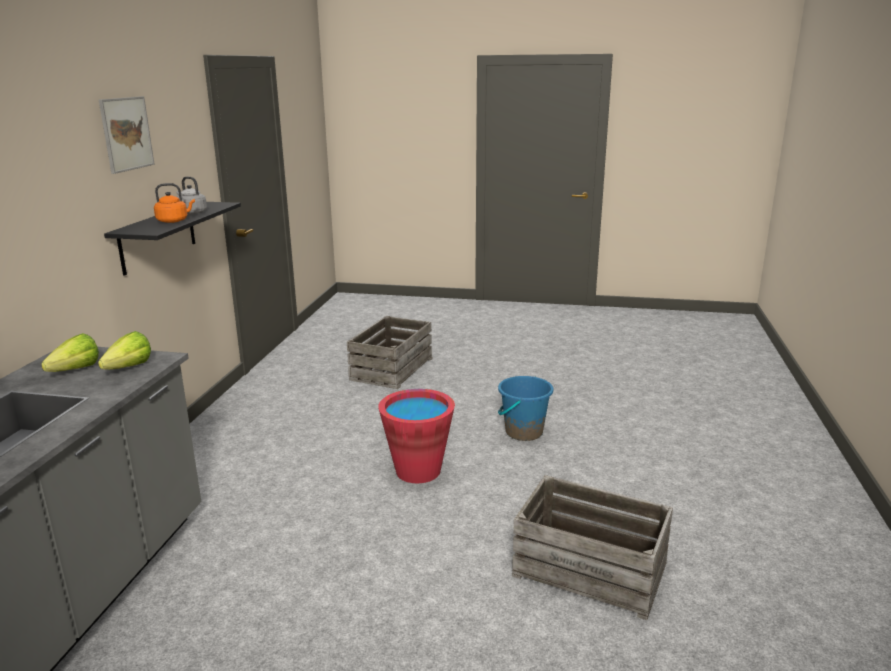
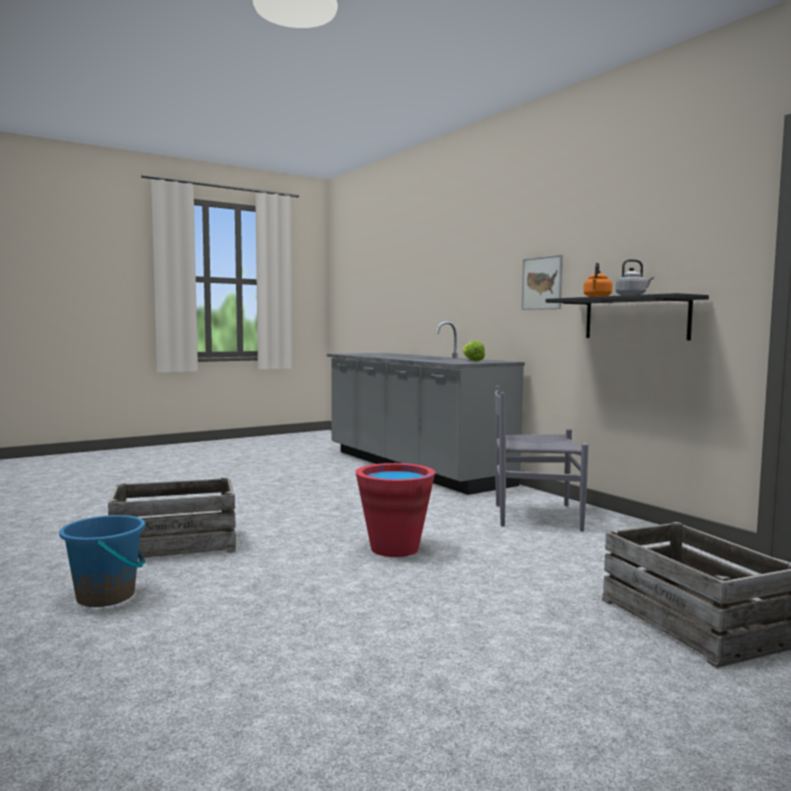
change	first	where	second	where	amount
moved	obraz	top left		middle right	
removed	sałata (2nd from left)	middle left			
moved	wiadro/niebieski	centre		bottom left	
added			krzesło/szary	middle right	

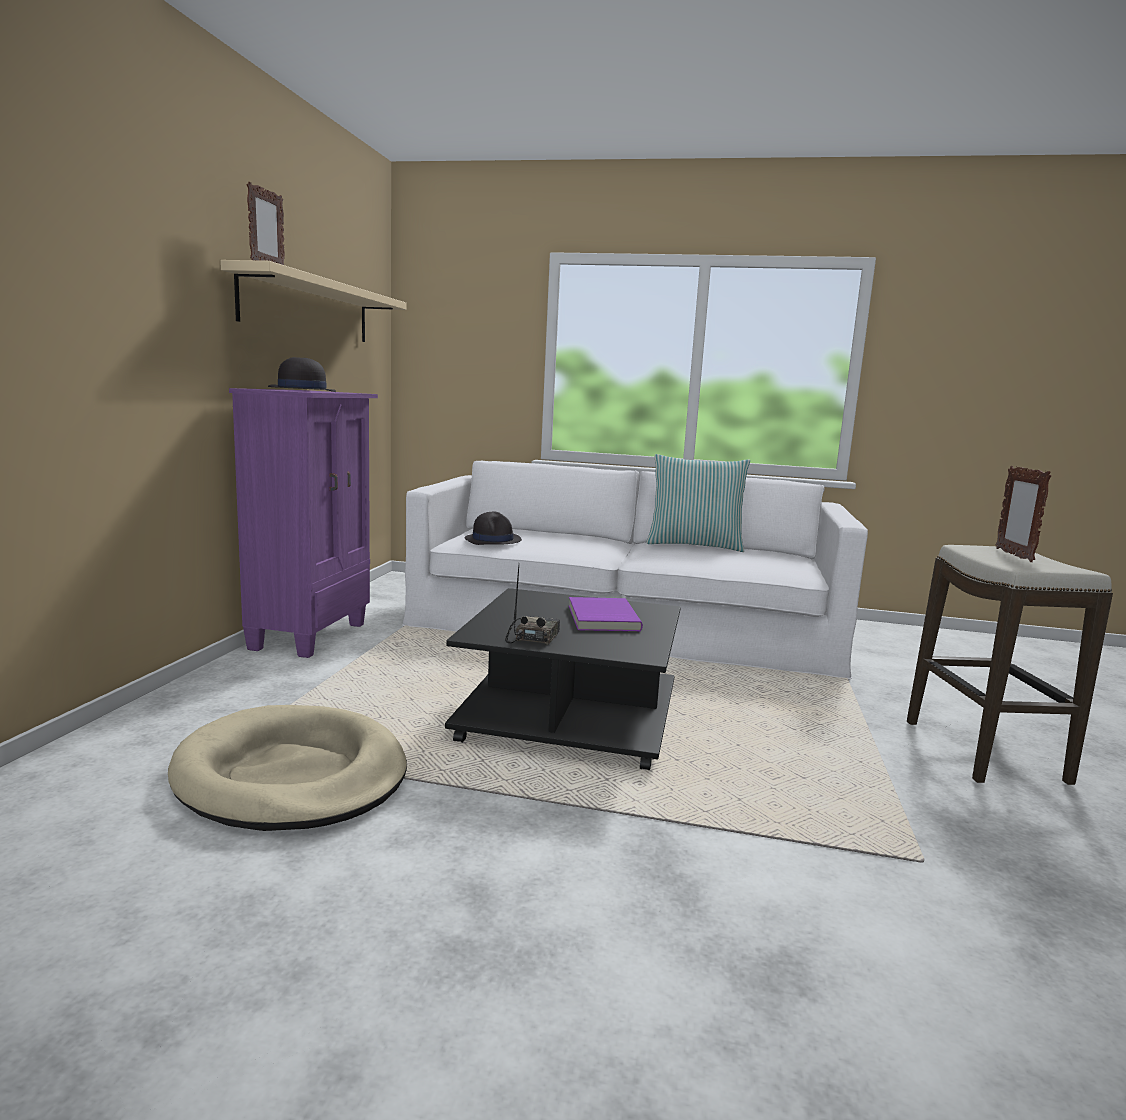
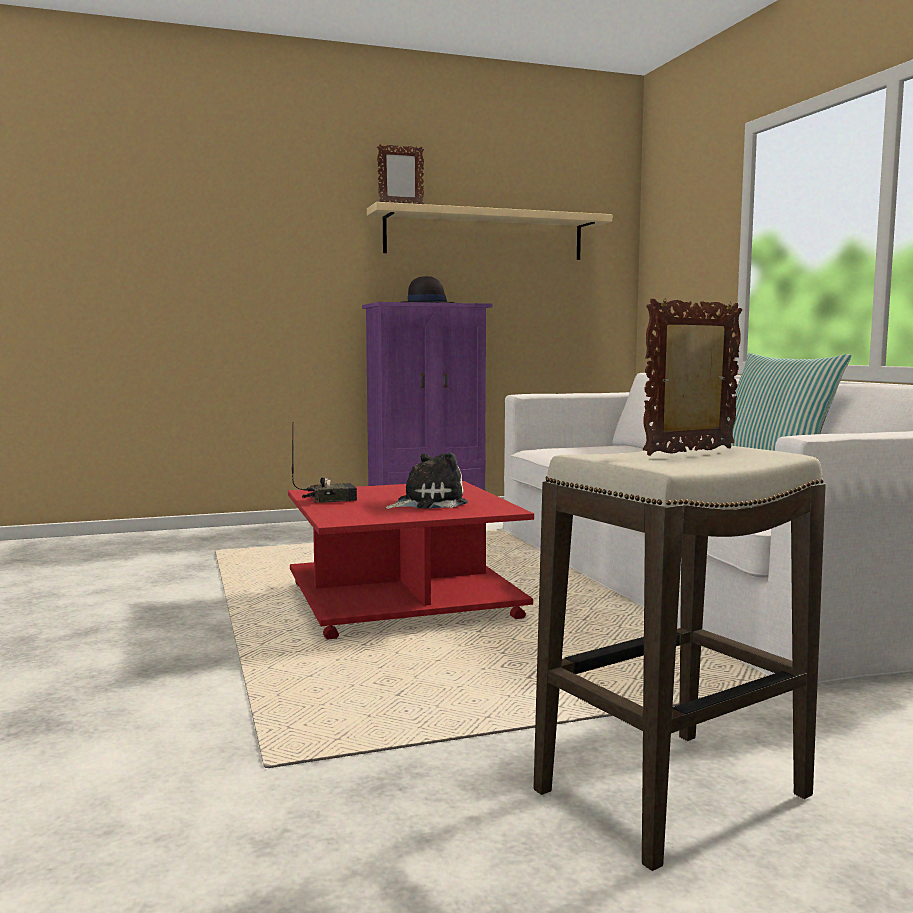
change	first	where	second	where	amount
removed	kapelusz/czarny (2nd from left)	centre			
recoloured	ława/czarny	centre	ława/czerwony	centre	
replaced	książka/fioletowy	centre	pluszak	centre	
removed	legowisko/beżowy	bottom left			

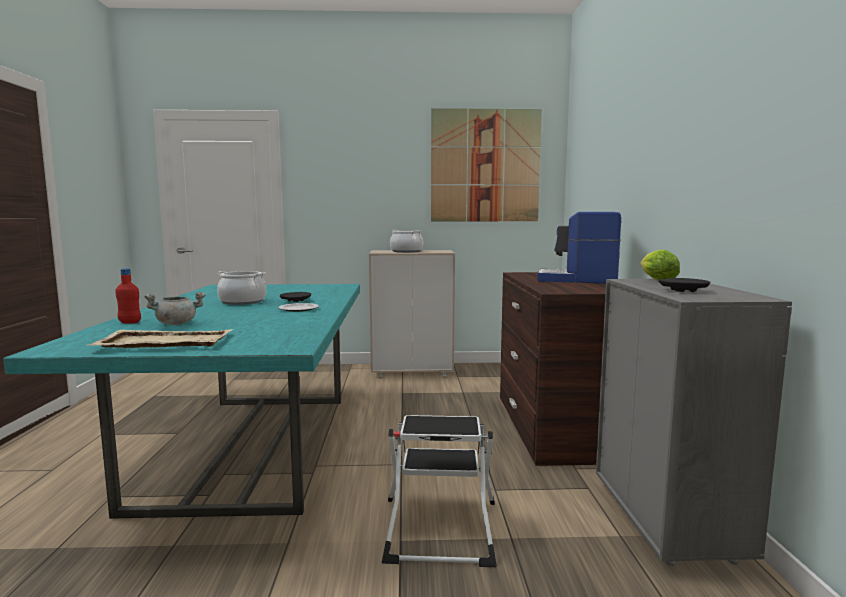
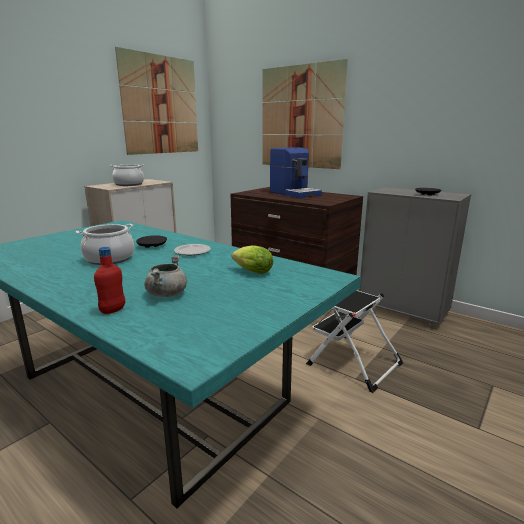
change	first	where	second	where	amount
turned	ekspres do kawy	middle right		top centre	90 degrees counterclockwise
moved	sałata	middle right		centre	
removed	taca/beżowy	middle left			
added			obraz (2nd from left)	top centre	

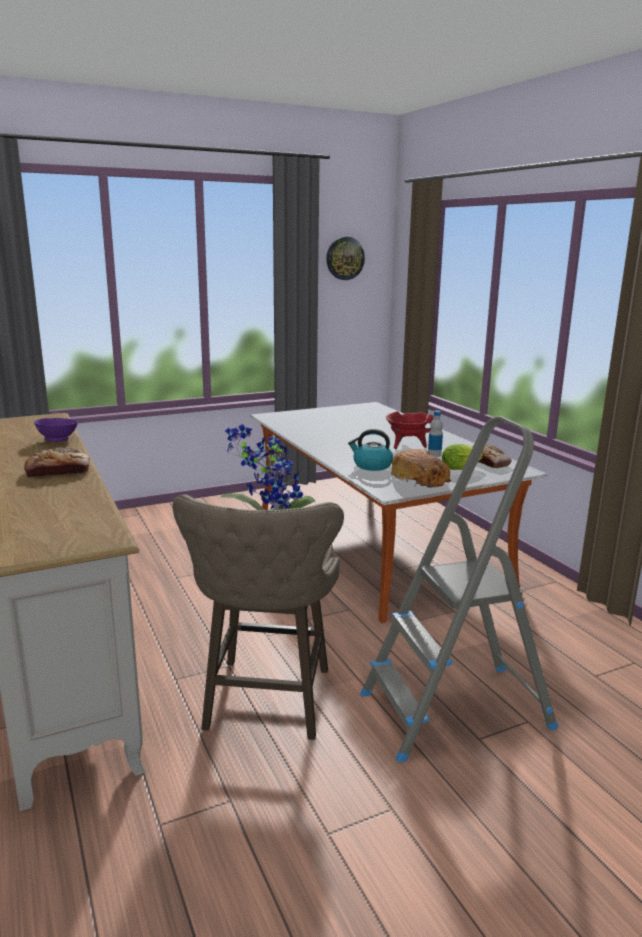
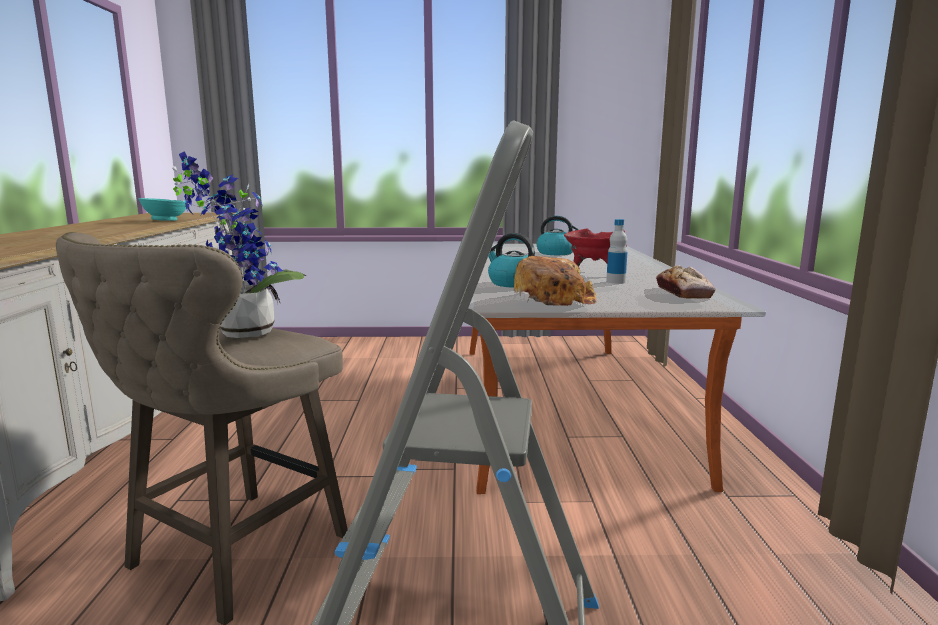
change	first	where	second	where	amount
removed	zegar ścienny	top centre			
recoloured	miska/fioletowy	middle left	miska/turkusowy	middle left	
removed	sałata	middle right			
removed	chleb (1st from left)	middle left			
added			czajnik (2nd from left)	centre	

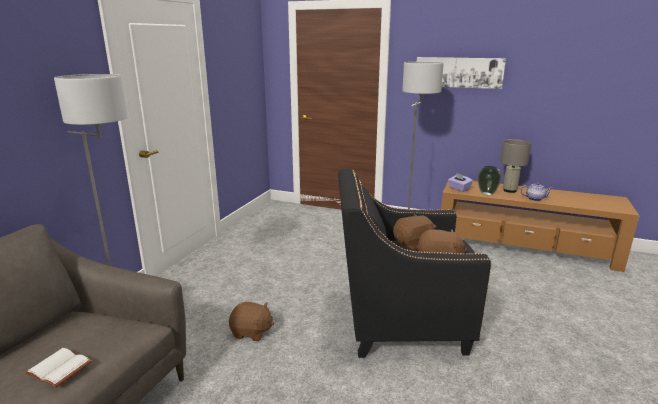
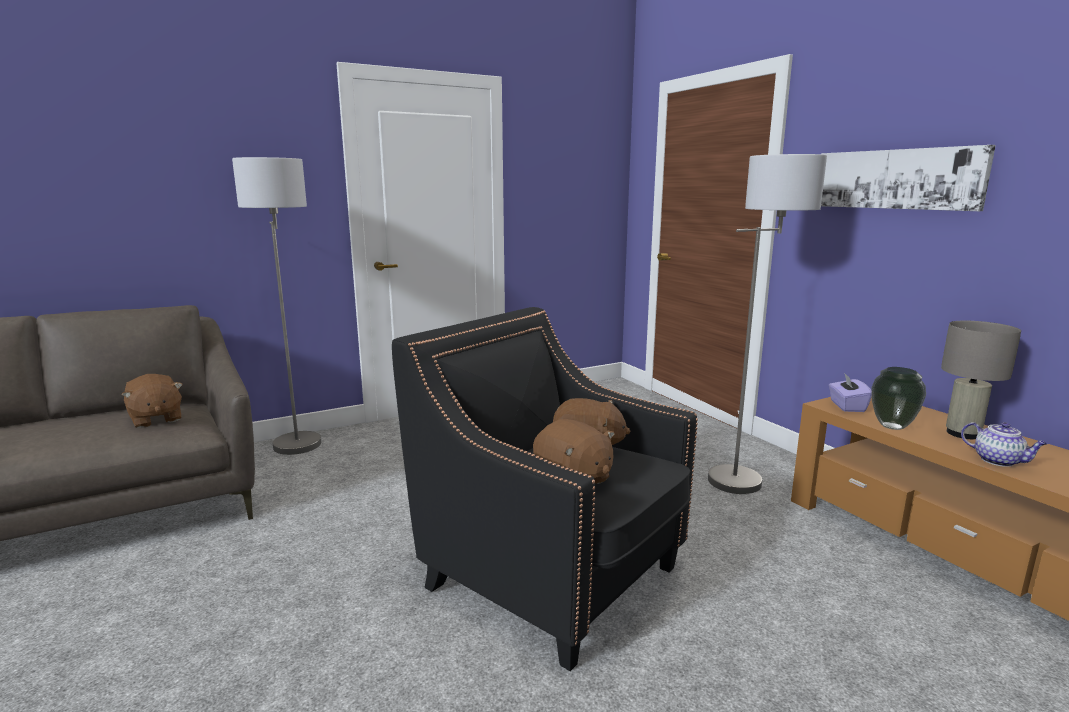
change	first	where	second	where	amount
moved	pluszak/brązowy (1st from left)	bottom centre		middle left	
removed	książka/biały	bottom left			

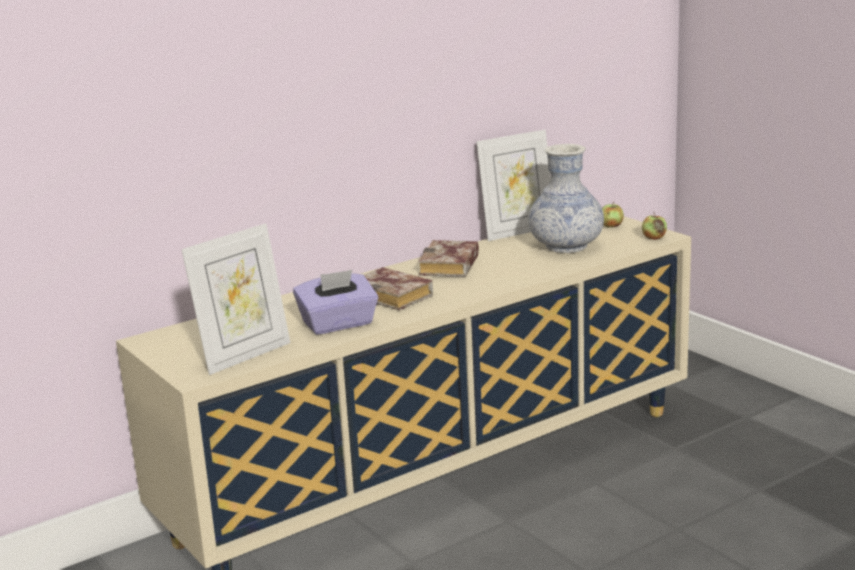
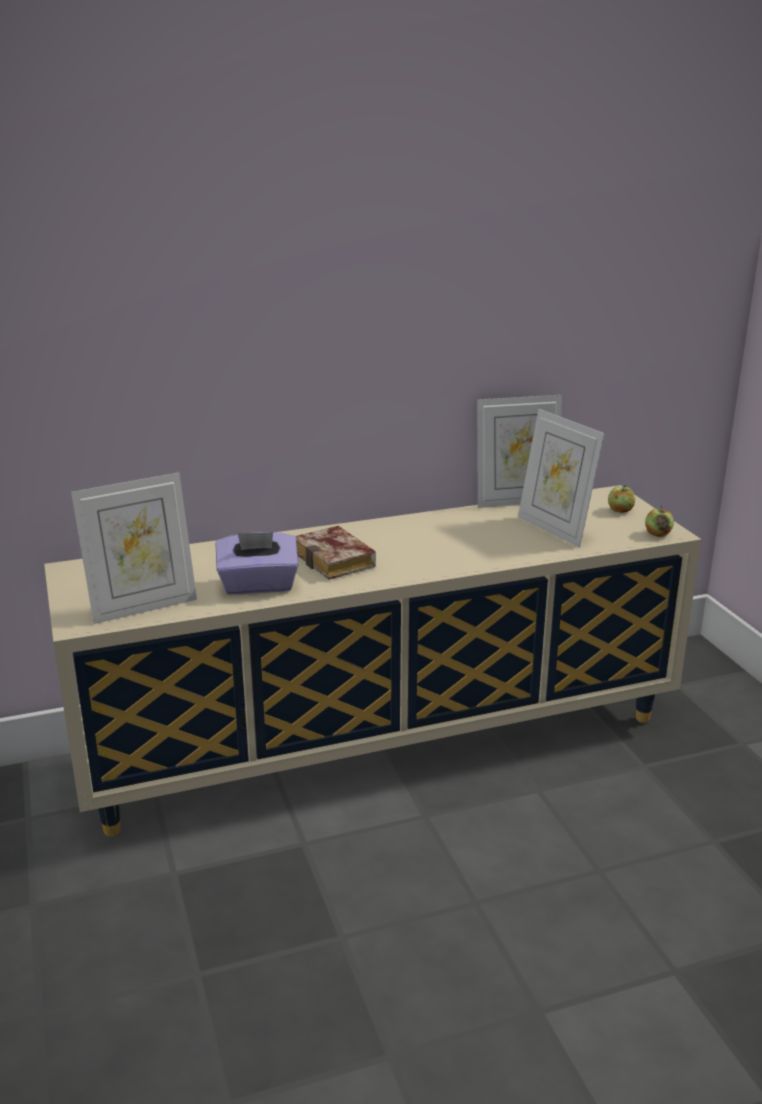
change	first	where	second	where	amount
replaced	wazon	centre	ramka na zdjęcie (3rd from left)	middle right	
removed	książka (2nd from left)	centre			

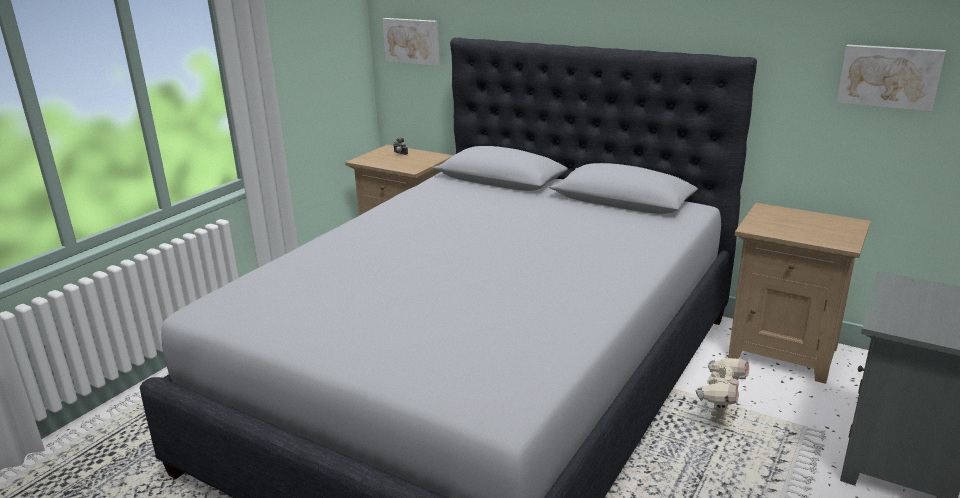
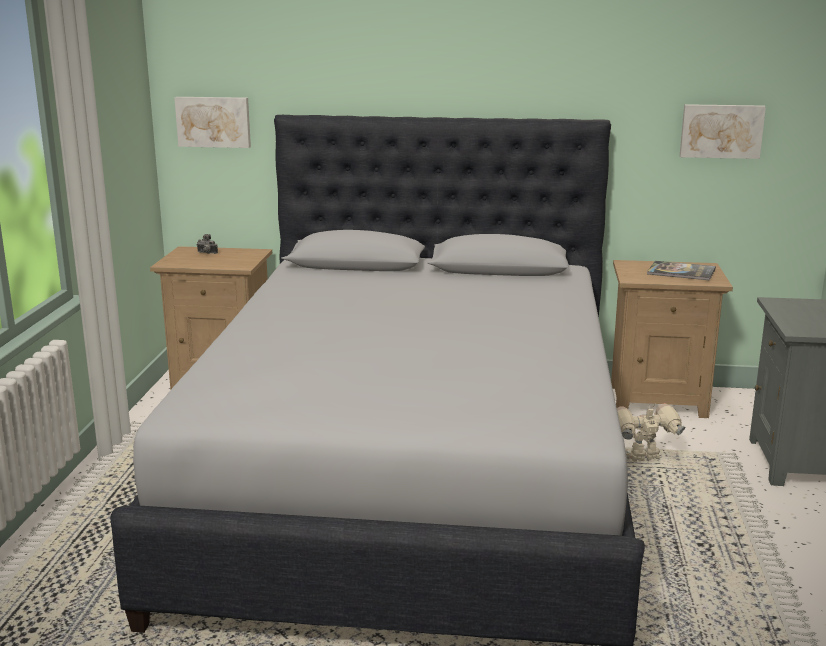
change	first	where	second	where	amount
turned	robot zabawkowy	bottom right		bottom right	105 degrees counterclockwise
added			książka	middle right	

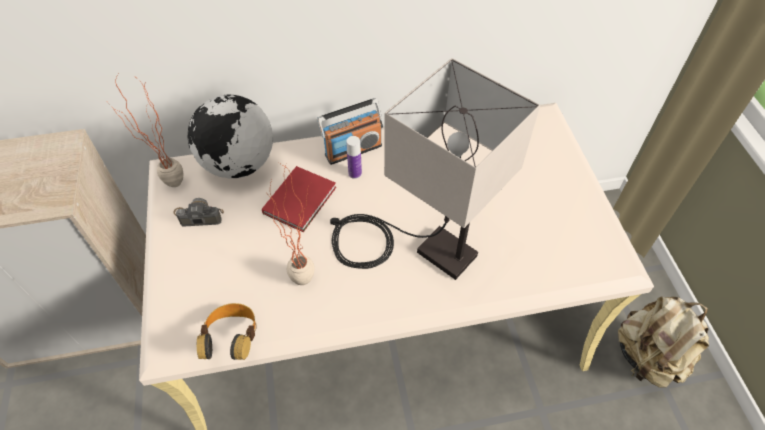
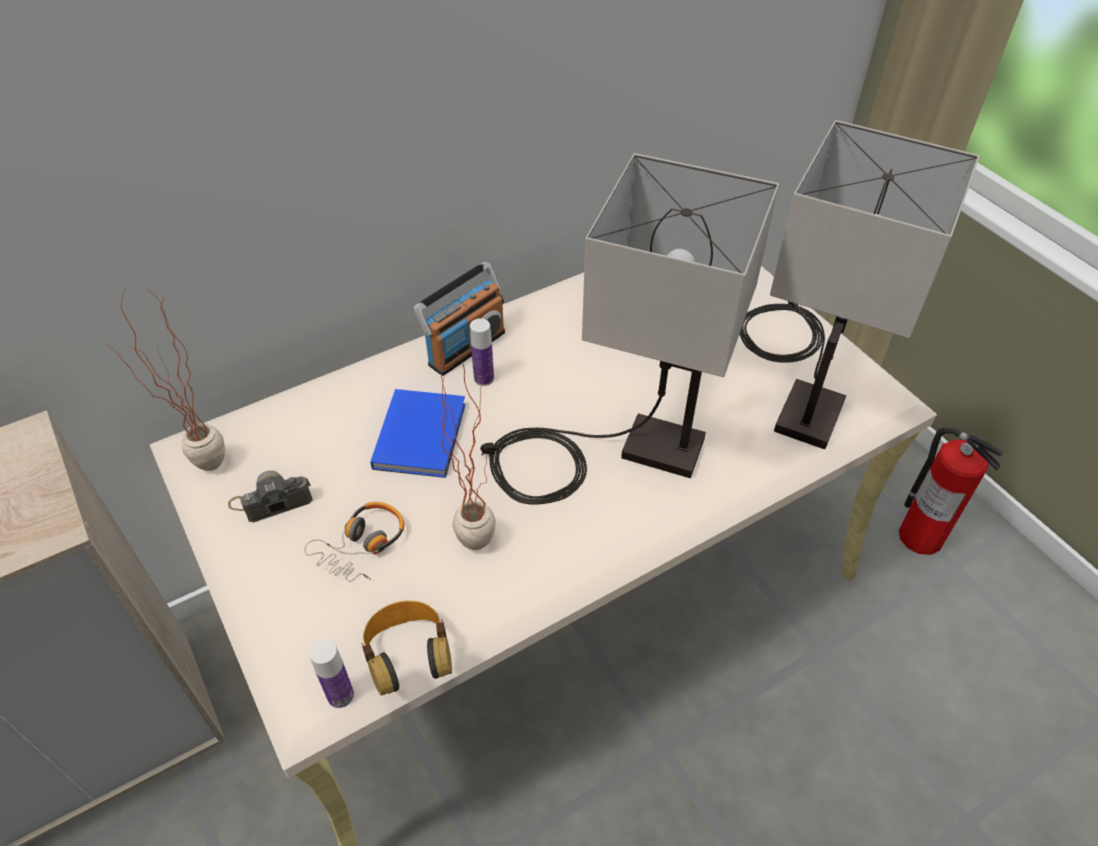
change	first	where	second	where	amount
removed	globus	top left			
recoloured	książka/czerwony	centre	książka/niebieski	centre	
replaced	plecak/beżowy	bottom right	gaśnica	middle right	
added			lampa stołowa (2nd from left)	middle right	
added			słuchawki (1st from left)	middle left	
added			butelka (1st from left)	bottom left	

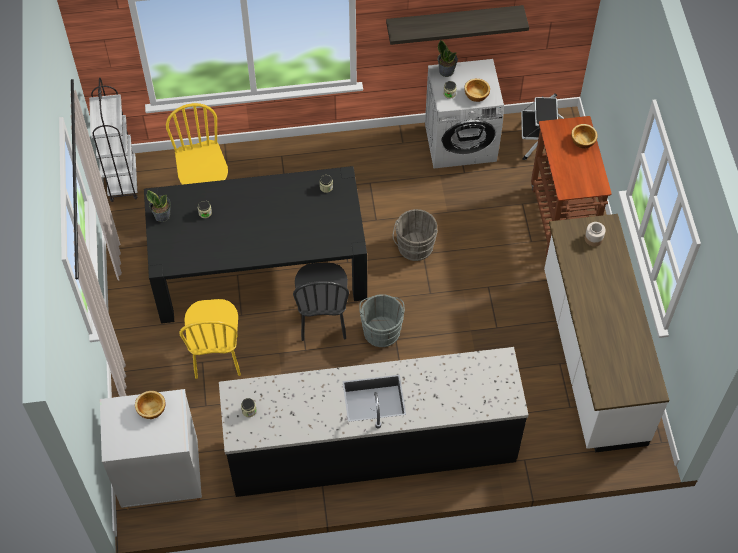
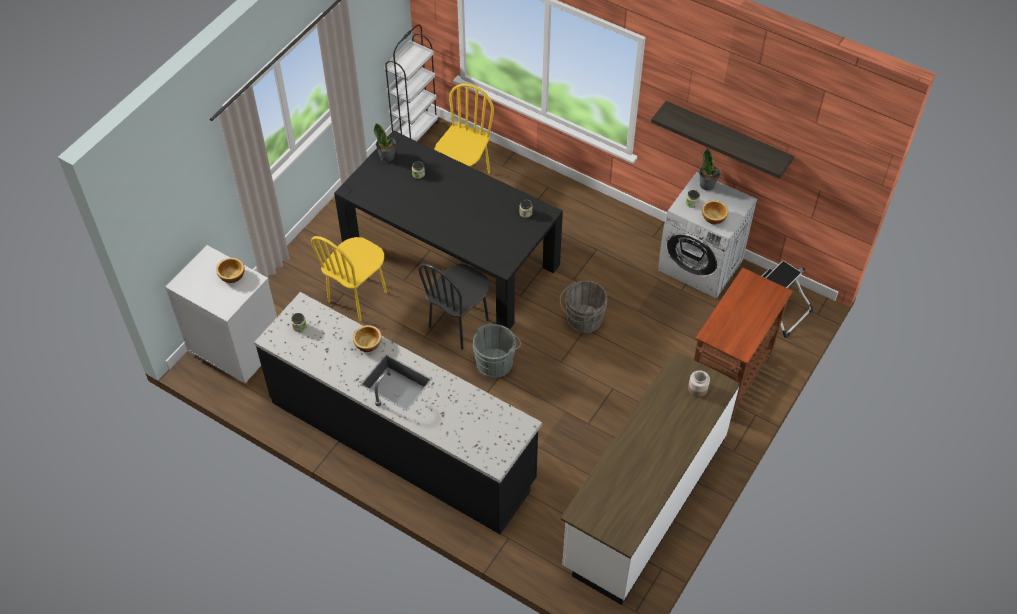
change	first	where	second	where	amount
moved	miska (3rd from left in the first image)	top right	miska (2nd from left)	centre	

